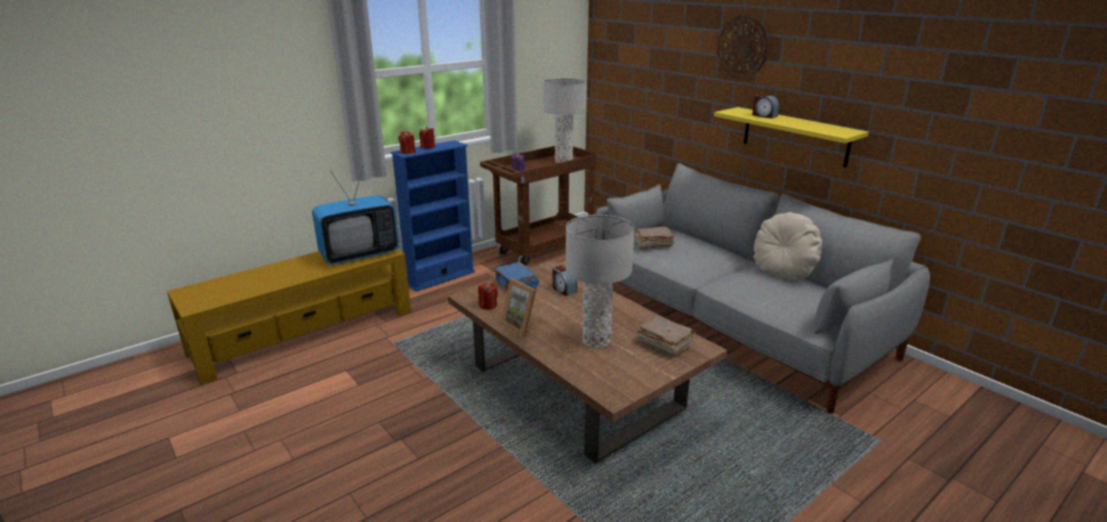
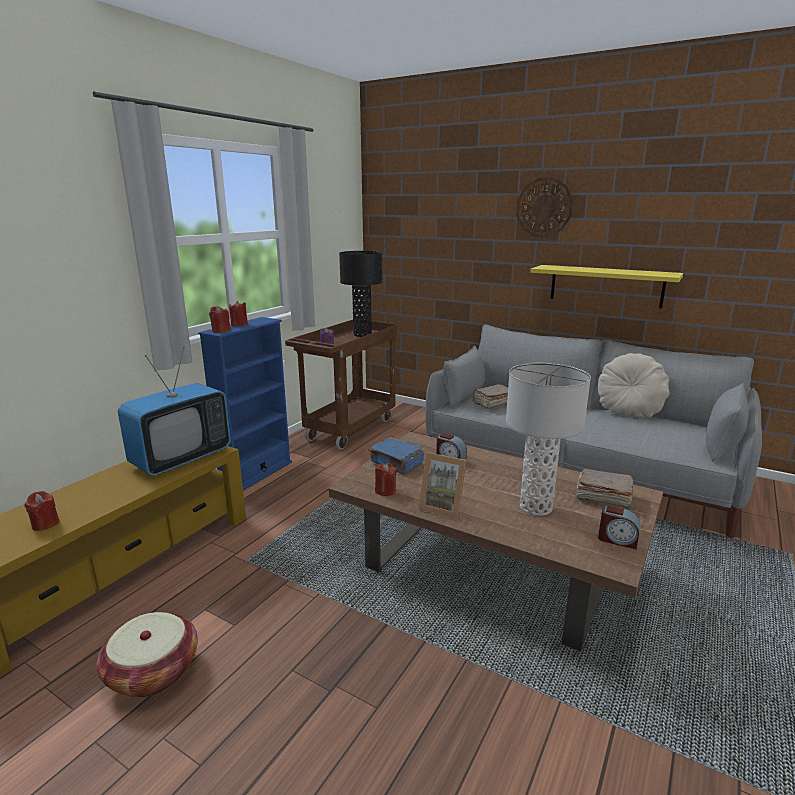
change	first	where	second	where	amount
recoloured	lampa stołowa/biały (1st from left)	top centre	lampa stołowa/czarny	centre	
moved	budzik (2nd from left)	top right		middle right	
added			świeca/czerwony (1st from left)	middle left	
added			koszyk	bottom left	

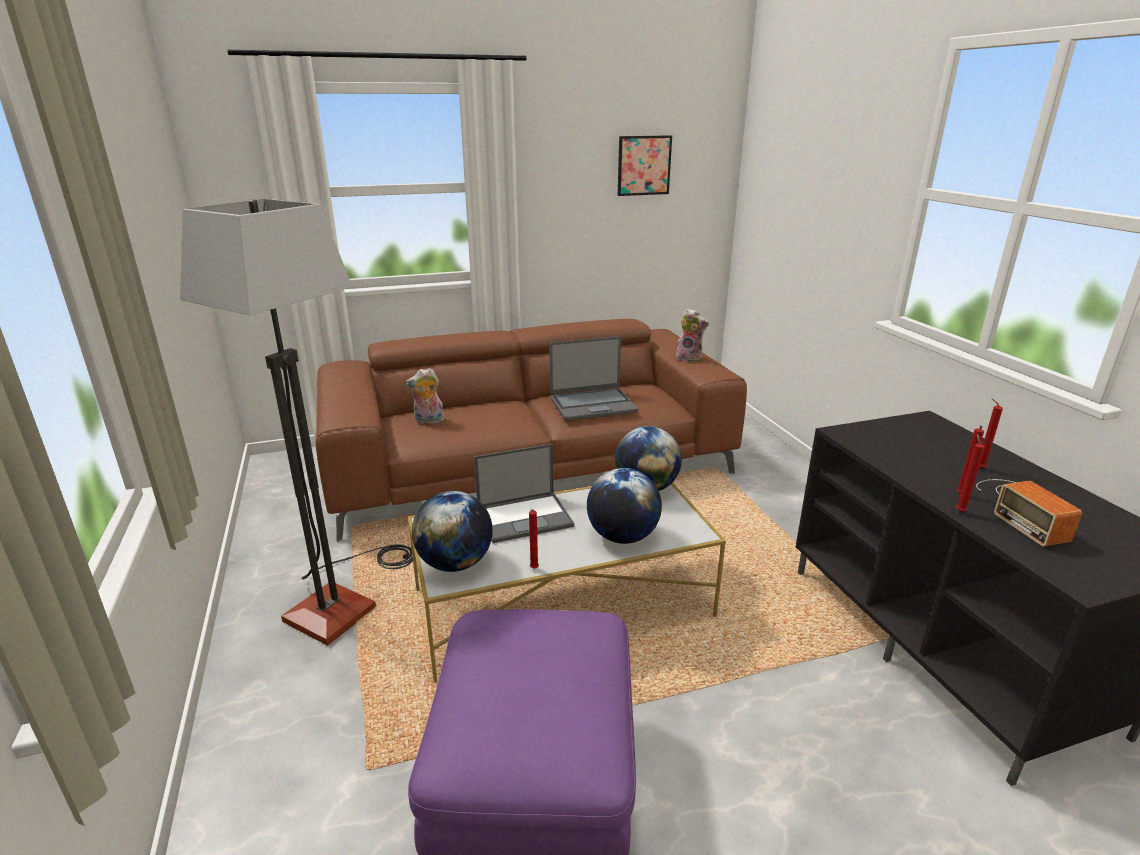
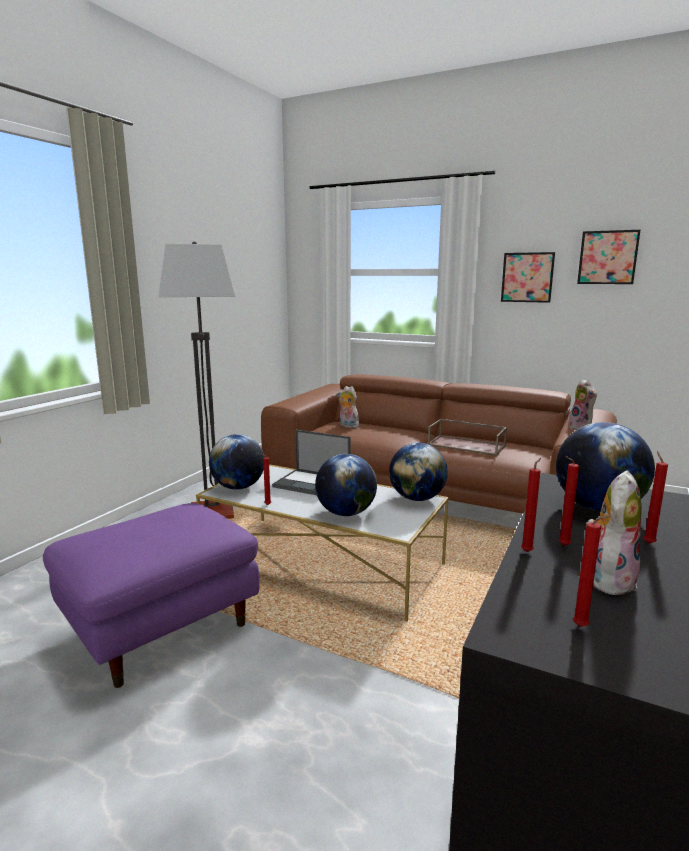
change	first	where	second	where	amount
replaced	laptop (2nd from left)	centre	taca/brązowy	middle right	
replaced	radio	middle right	pluszak (3rd from left)	middle right	
added			obraz (1st from left)	top right	
added			globus (4th from left)	middle right	
added			świeca/czerwony (4th from left)	bottom right	

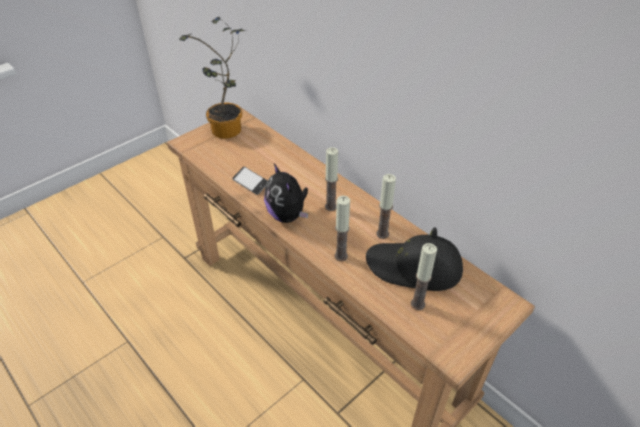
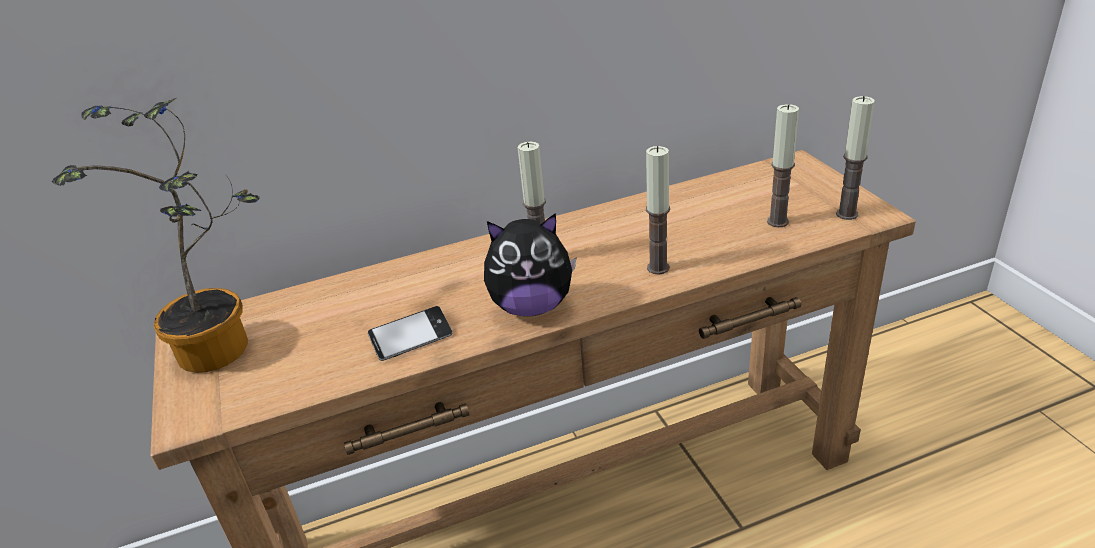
change	first	where	second	where	amount
moved	świeca (3rd from left in the first image)	centre	świeca (4th from left)	top right	
removed	kapelusz/czarny	centre			

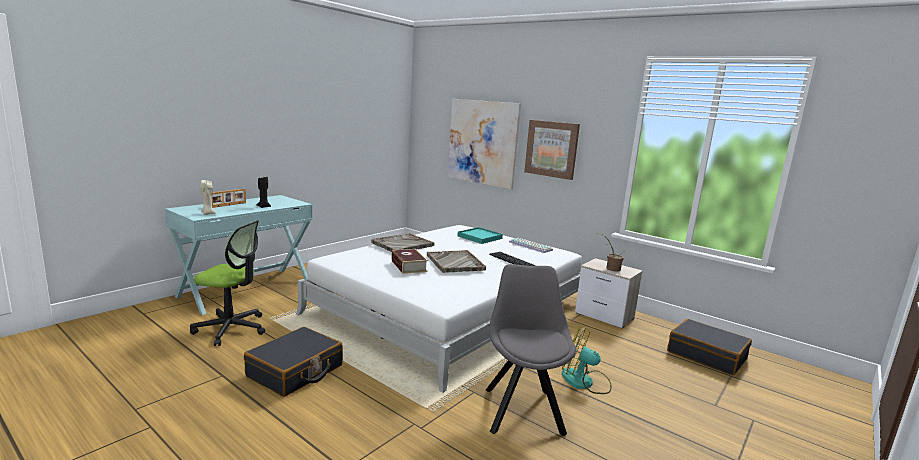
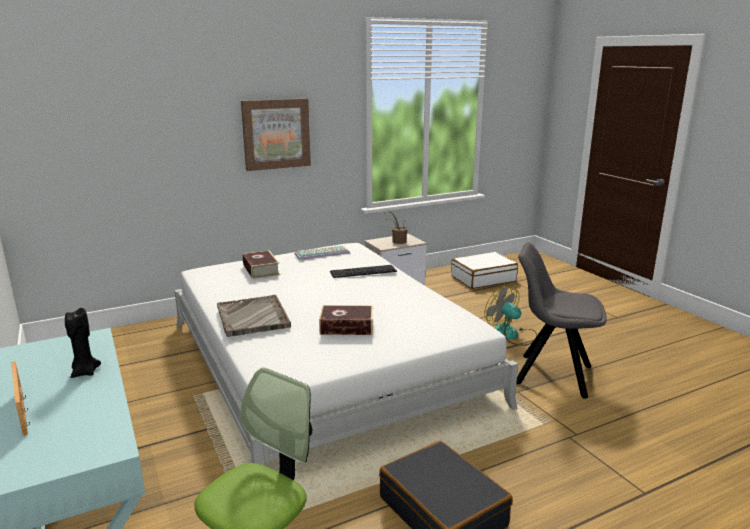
change	first	where	second	where	amount
removed	obraz (1st from left)	top centre			
removed	świeca/beżowy	middle left			
replaced	taca/turkusowy	centre	książka (1st from left)	centre	
removed	taca/szary (2nd from left)	centre			
recoloured	walizka/czarny (2nd from left)	bottom right	walizka/biały	centre	
turned	wentylator	bottom centre		middle right	90 degrees clockwise

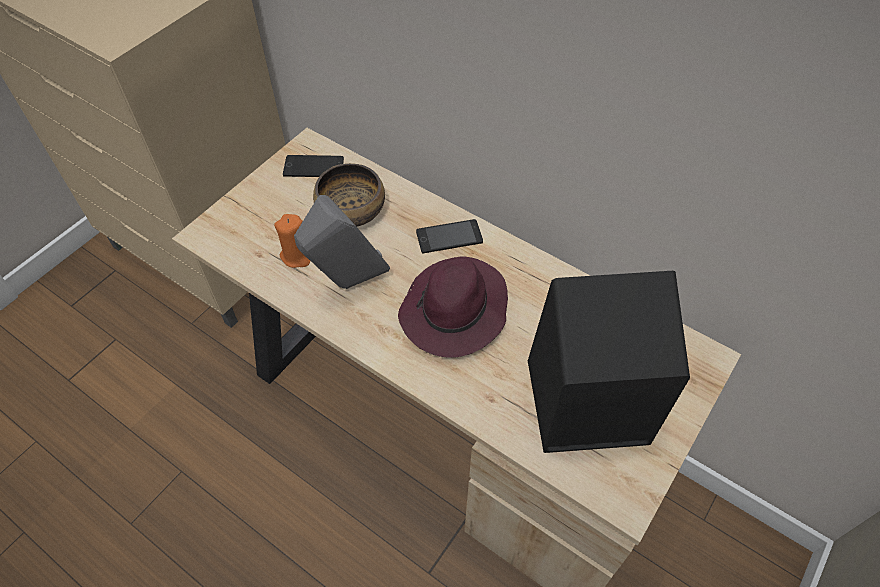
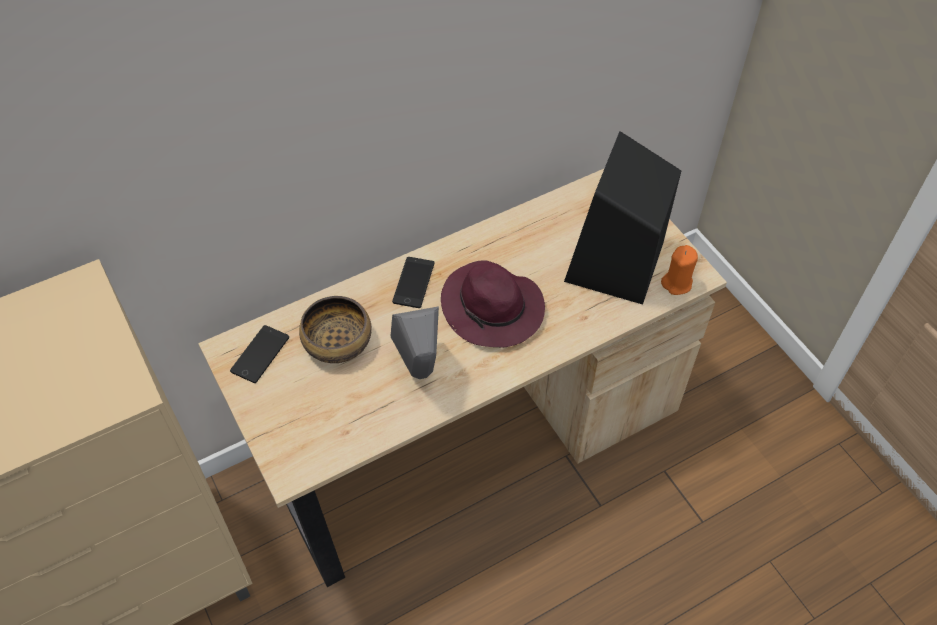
change	first	where	second	where	amount
moved	świeca/pomarańczowy	middle left		middle right	

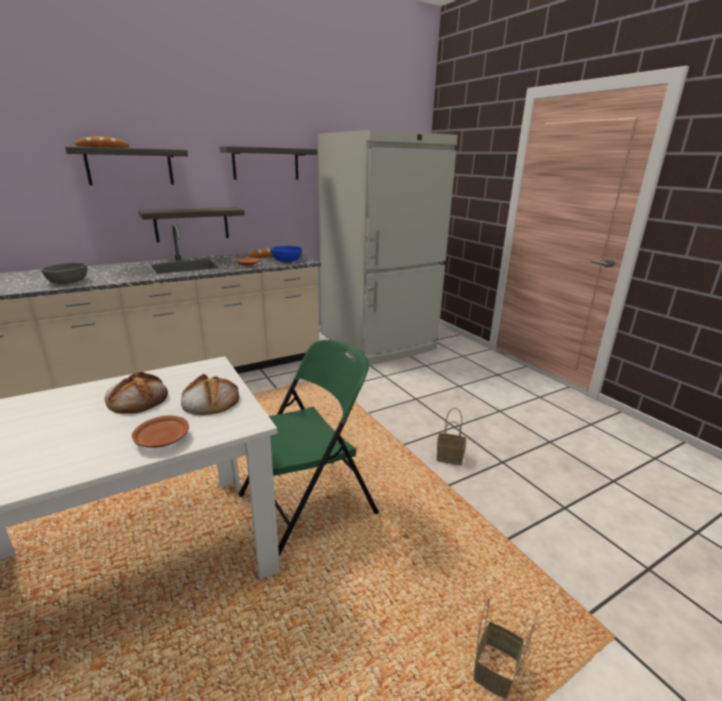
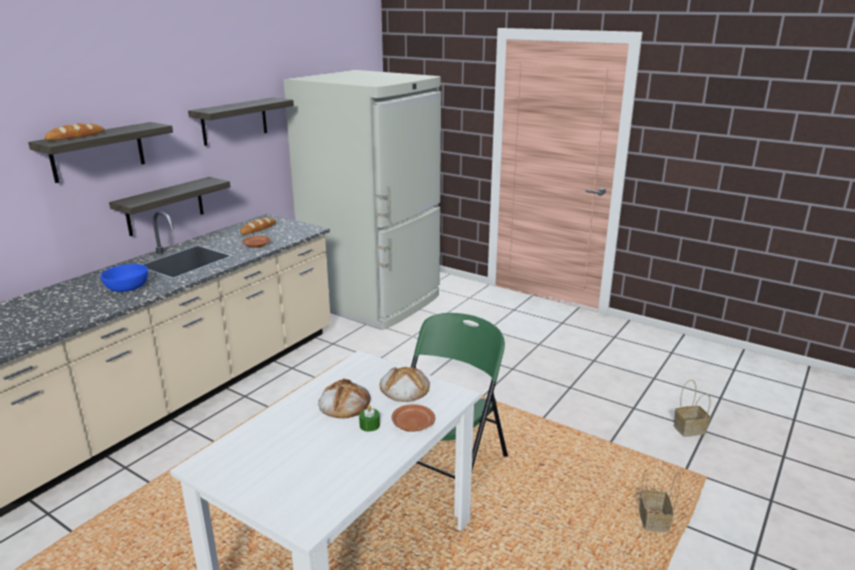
change	first	where	second	where	amount
moved	miska/niebieski	centre		middle left	
removed	miska/szary	middle left			
moved	koszyk (1st from left in the first image)	centre	koszyk (2nd from left)	bottom right	
added			świeca/zielony	bottom centre	

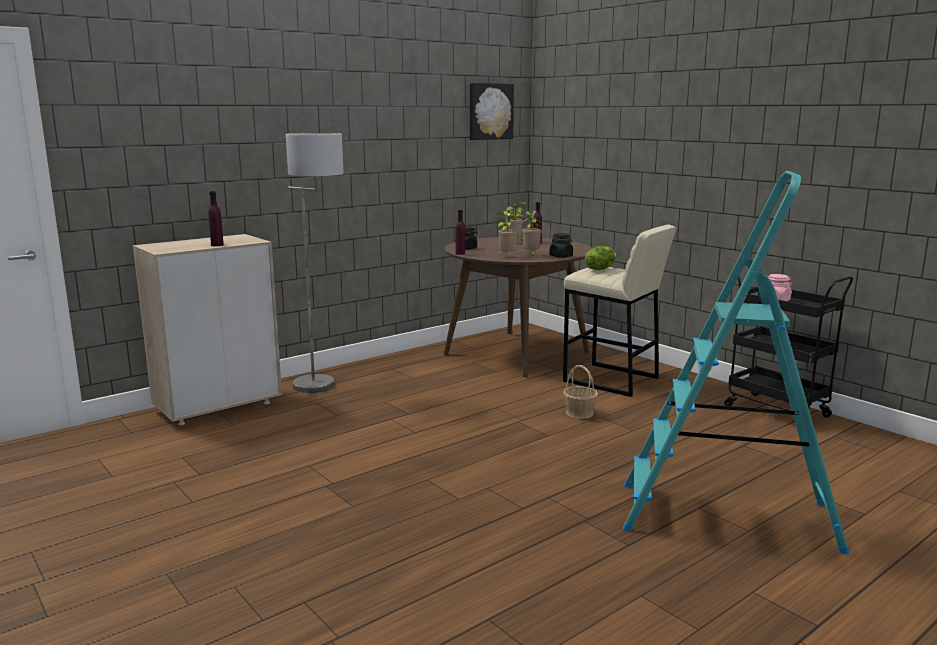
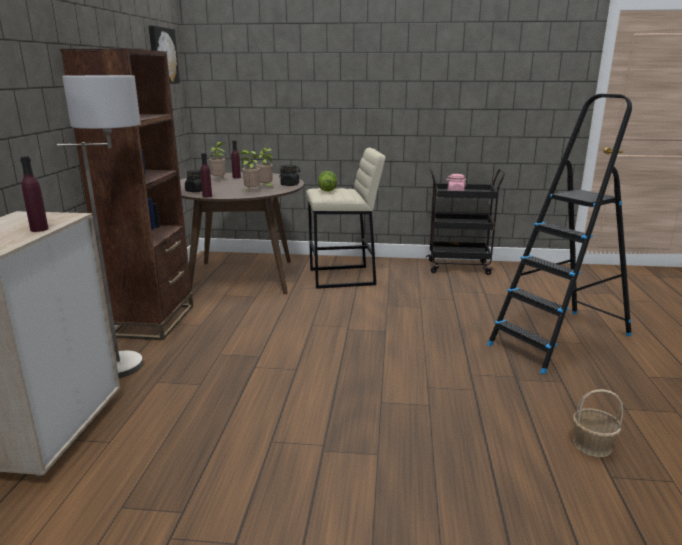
change	first	where	second	where	amount
recoloured	drabinka/turkusowy	middle right	drabinka/czarny	middle right	
moved	koszyk	centre		bottom right	
added			regał/brązowy	middle left	

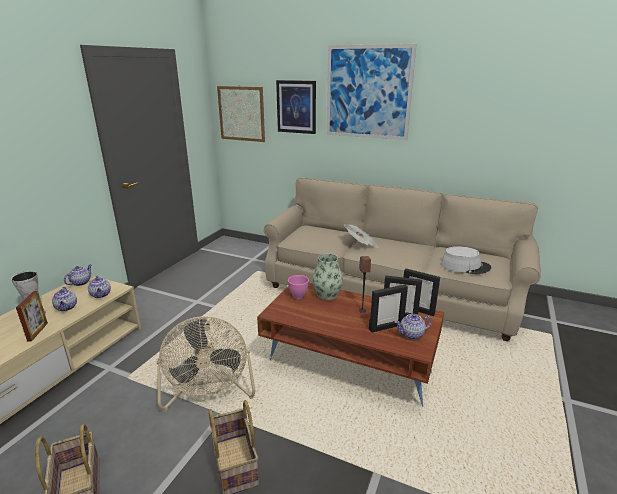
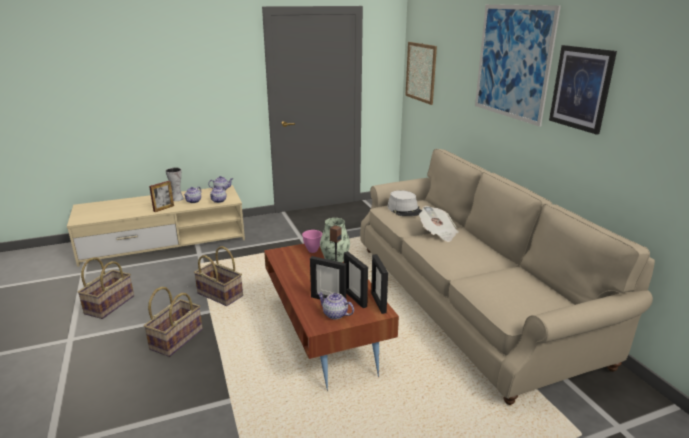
change	first	where	second	where	amount
moved	obraz (2nd from left in the first image)	top centre	obraz (3rd from left)	top right	
moved	kapelusz/szary	middle right		centre	
replaced	wentylator/beżowy	bottom left	koszyk (3rd from left)	middle left	

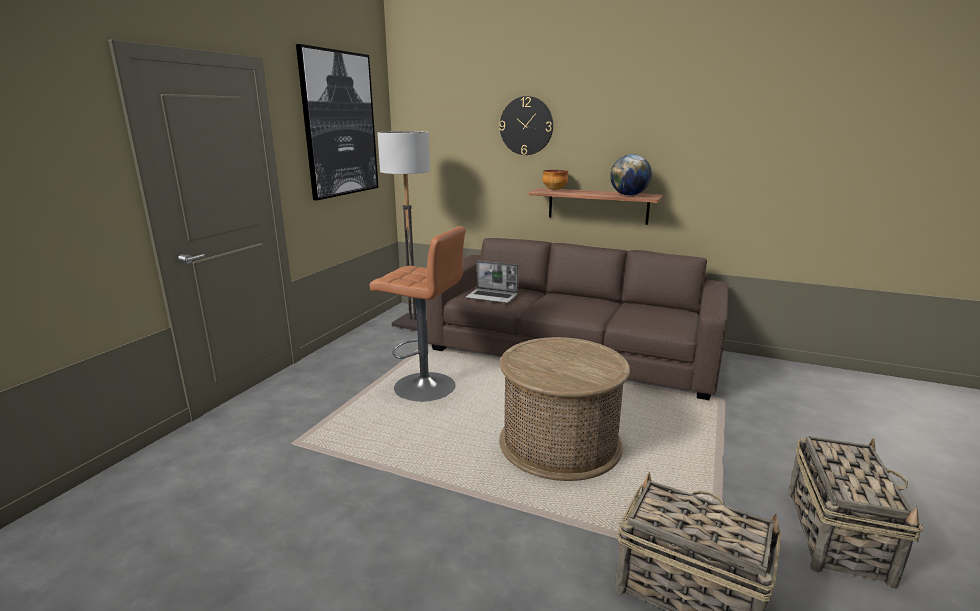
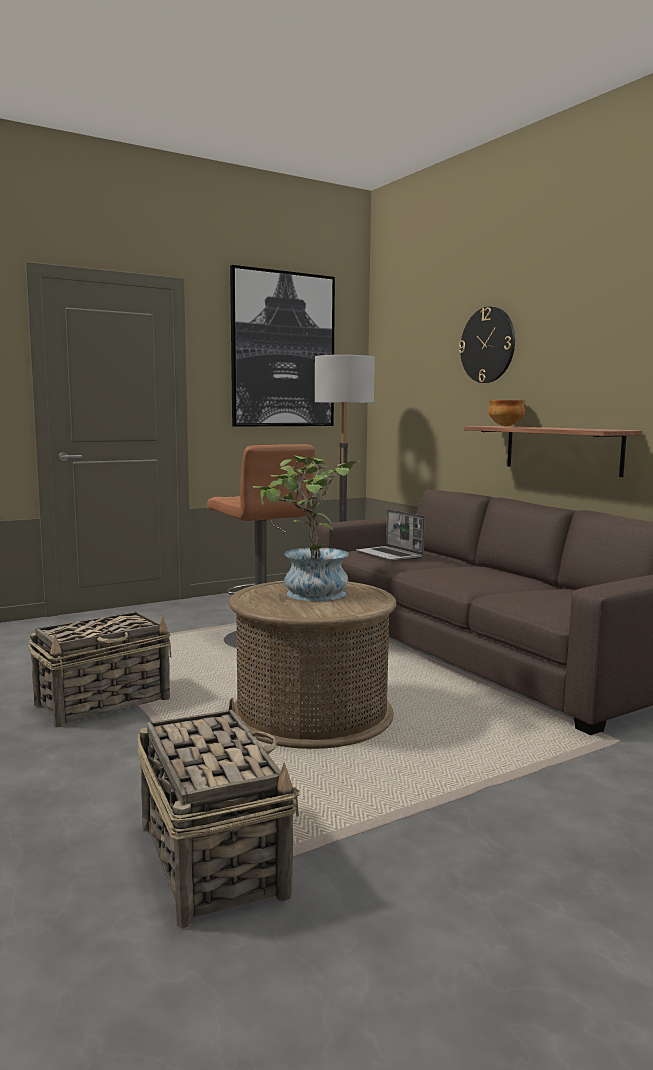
change	first	where	second	where	amount
removed	globus	top centre			
moved	koszyk (2nd from left in the first image)	bottom right	koszyk (1st from left)	middle left	
added			roślina doniczkowa	centre	

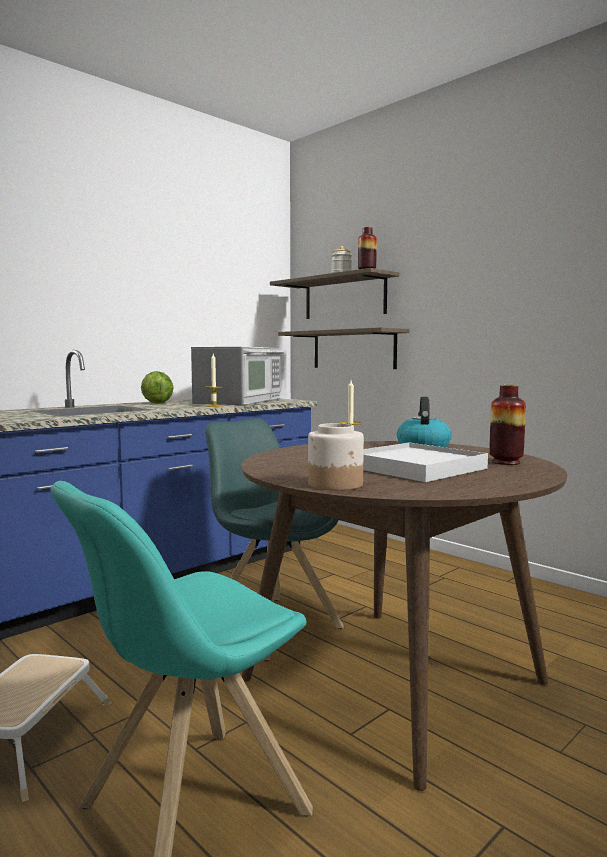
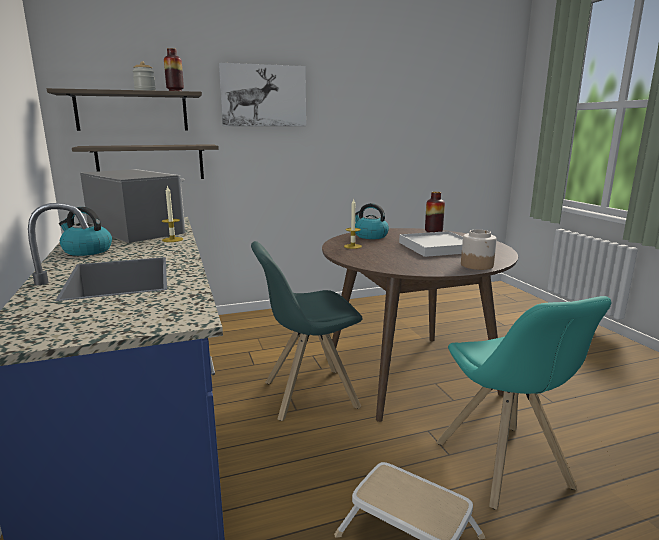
change	first	where	second	where	amount
replaced	sałata	middle left	czajnik (1st from left)	middle left	
added			obraz	top centre	

